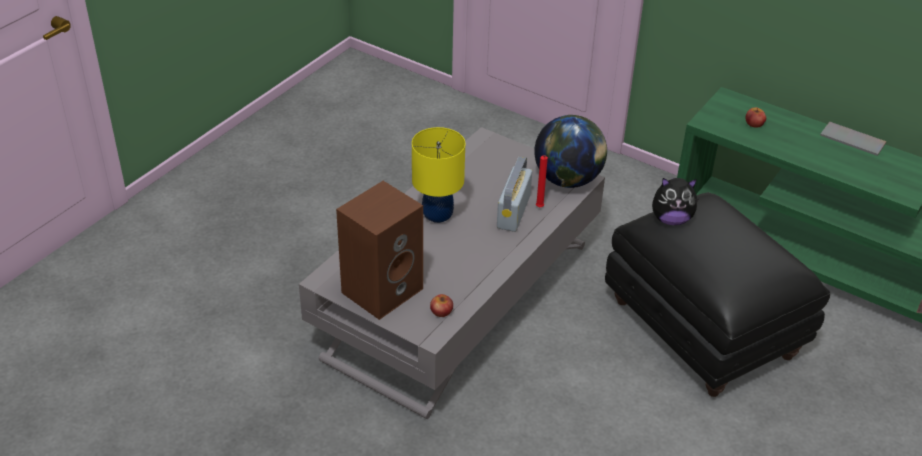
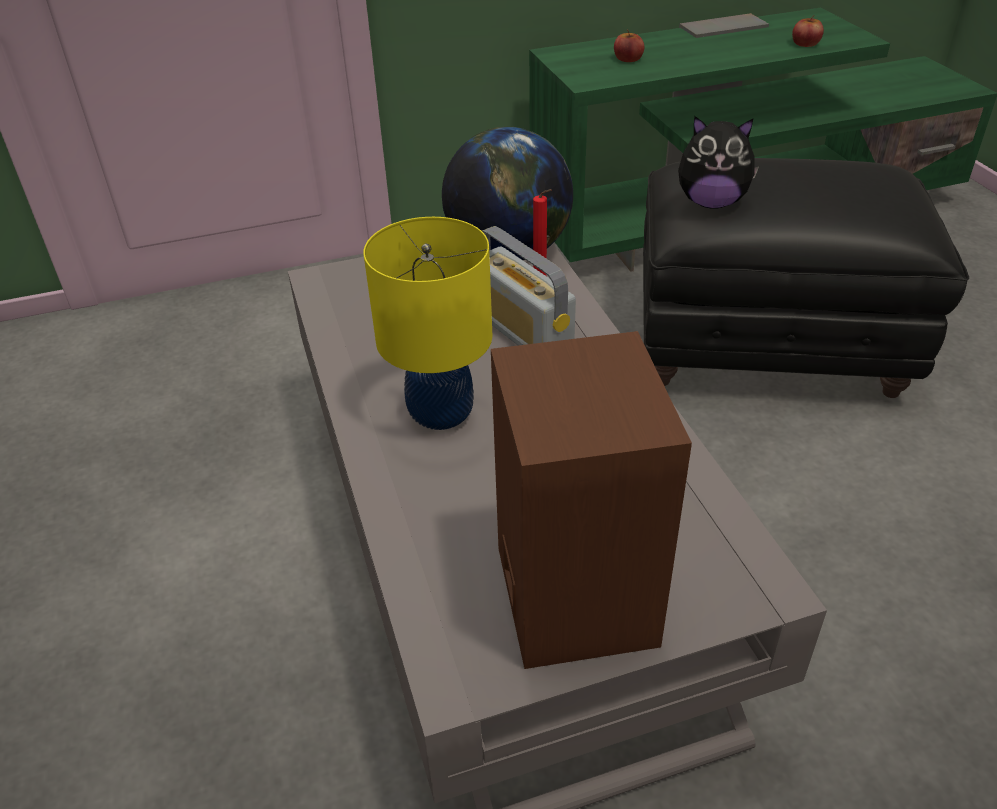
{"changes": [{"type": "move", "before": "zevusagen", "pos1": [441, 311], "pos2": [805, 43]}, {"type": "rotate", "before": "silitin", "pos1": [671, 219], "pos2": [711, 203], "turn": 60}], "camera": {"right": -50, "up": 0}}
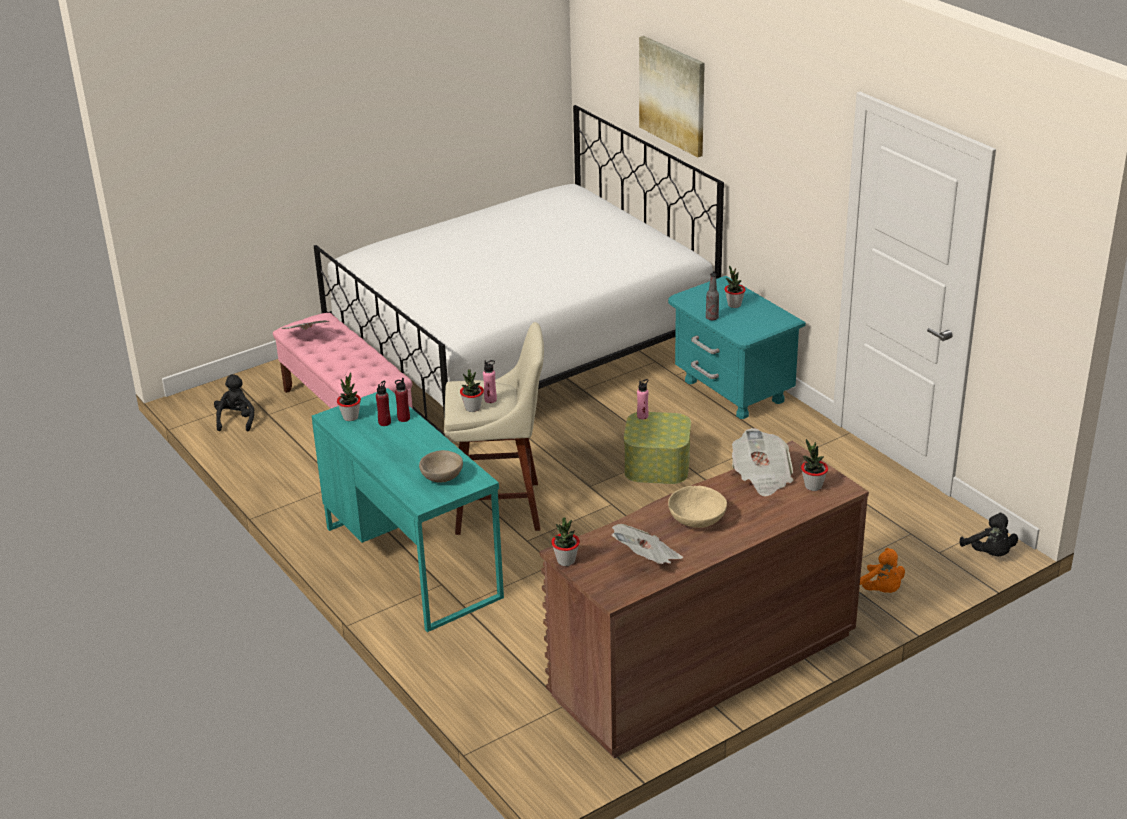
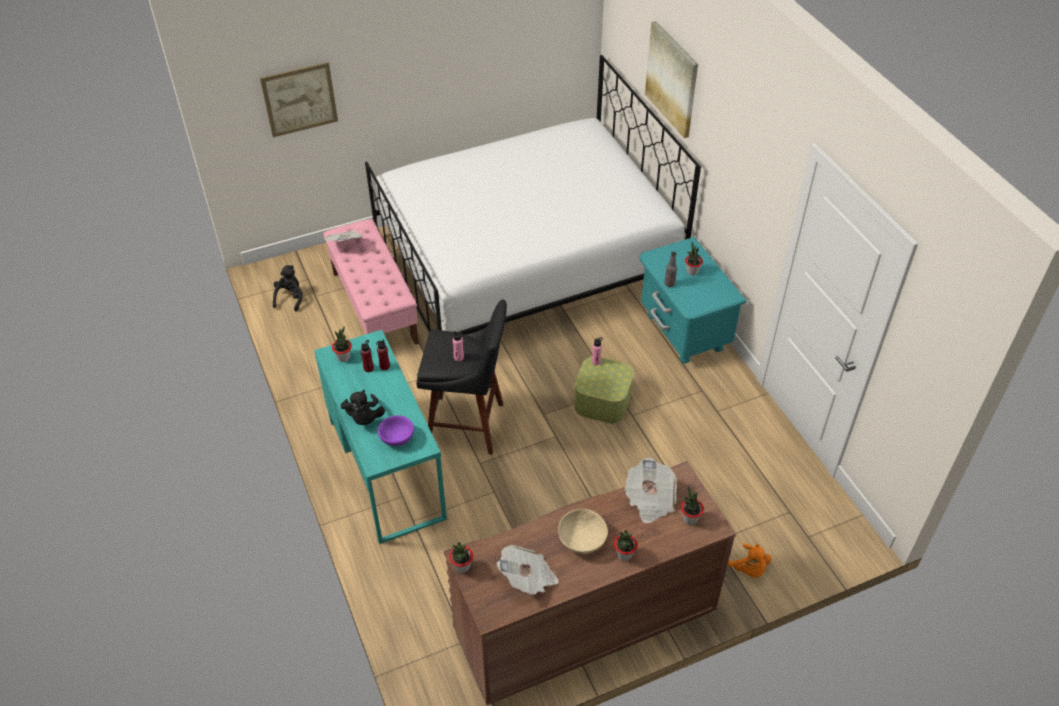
{"changes": [{"type": "recolor", "before": "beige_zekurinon", "after": "purple_zekurinon", "pos1": [442, 477], "pos2": [397, 438]}, {"type": "recolor", "before": "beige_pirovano", "after": "black_pirovano", "pos1": [500, 509], "pos2": [467, 426]}, {"type": "move", "before": "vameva", "pos1": [472, 408], "pos2": [624, 555]}, {"type": "move", "before": "black_silitin", "pos1": [989, 554], "pos2": [364, 418]}, {"type": "insert", "after": "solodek", "pos2": [299, 99]}], "camera": {"right": 10, "up": 15}}
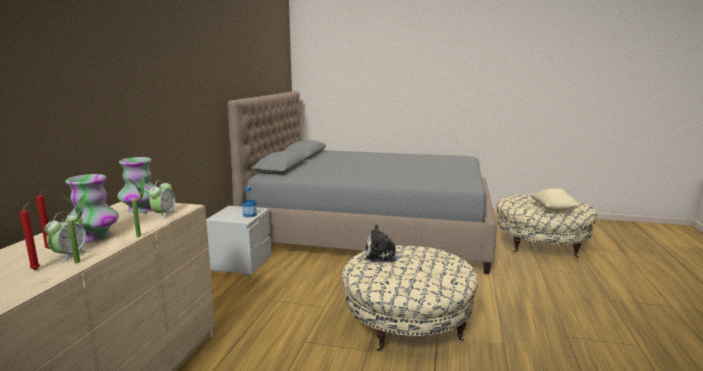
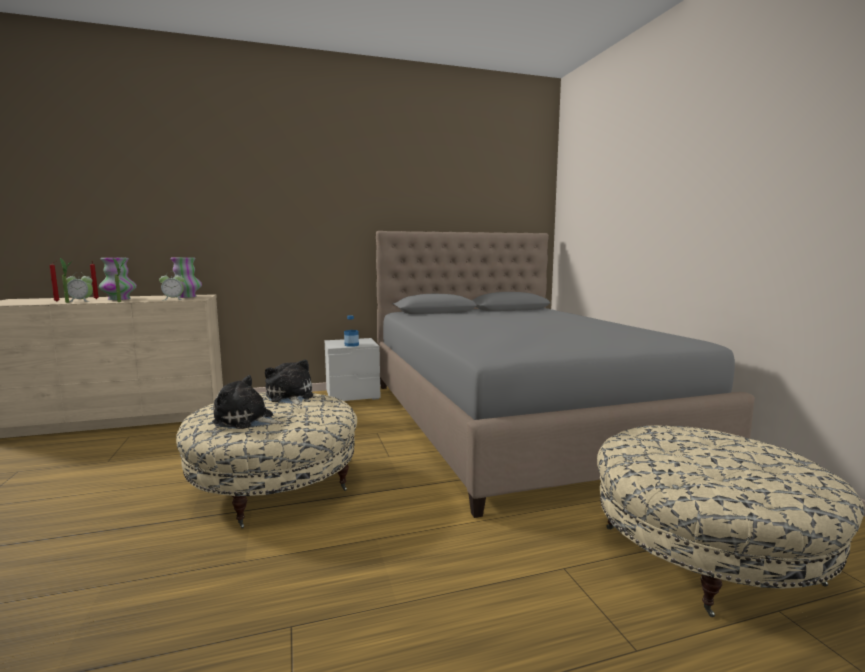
{"changes": [{"type": "delete", "before": "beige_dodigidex", "pos1": [552, 209]}, {"type": "insert", "after": "silitin", "pos2": [246, 420]}], "camera": {"right": 60, "up": -5}}
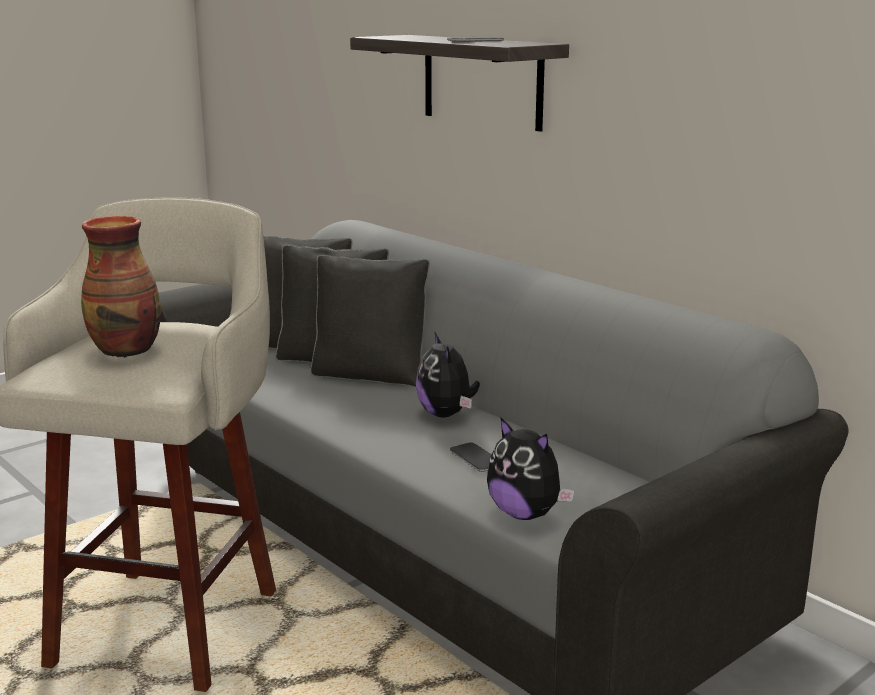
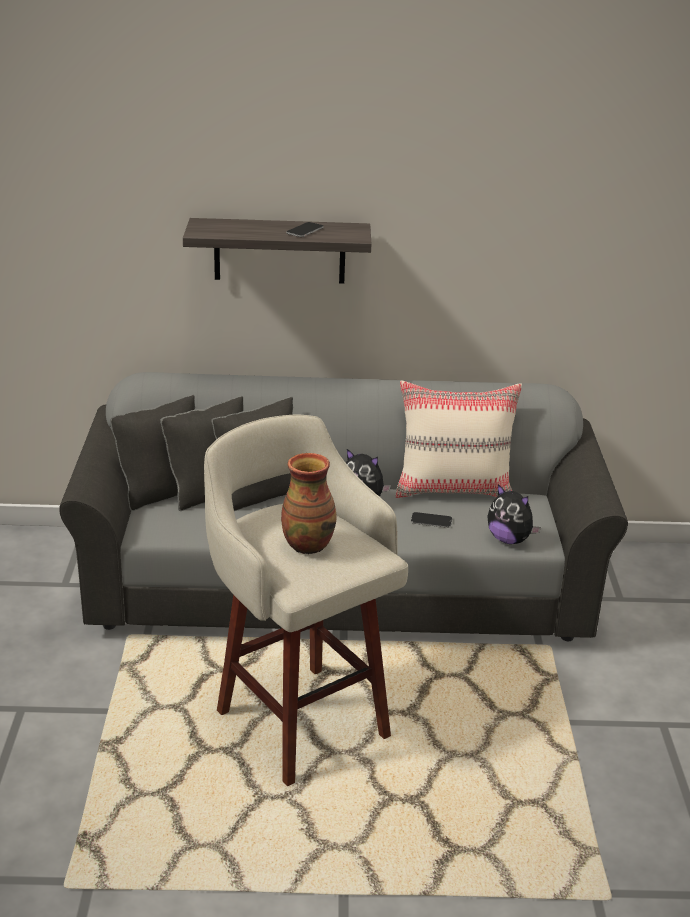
{"changes": [{"type": "rotate", "before": "silitin", "pos1": [525, 514], "pos2": [509, 539], "turn": 45}, {"type": "insert", "after": "beige_dodigidex", "pos2": [454, 489]}], "camera": {"right": -50, "up": 10}}
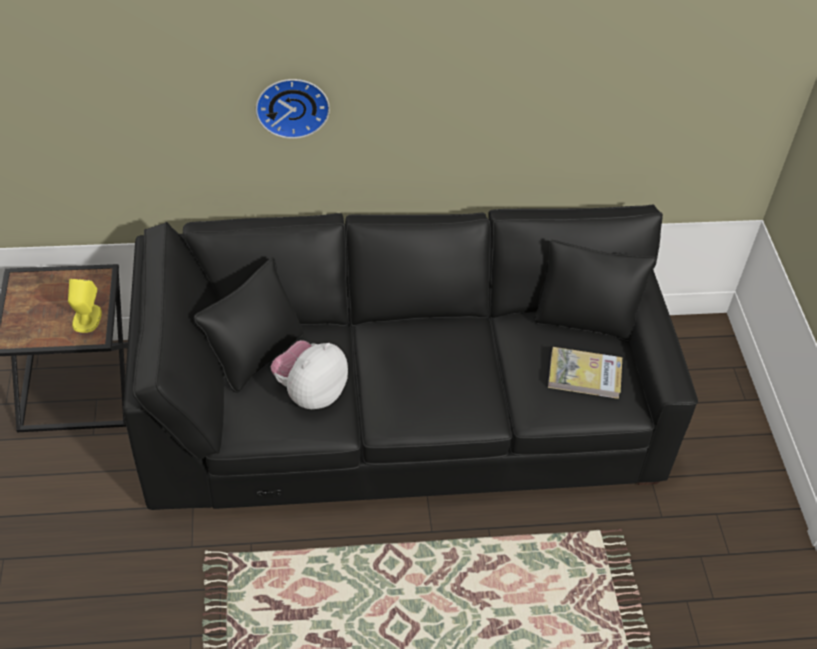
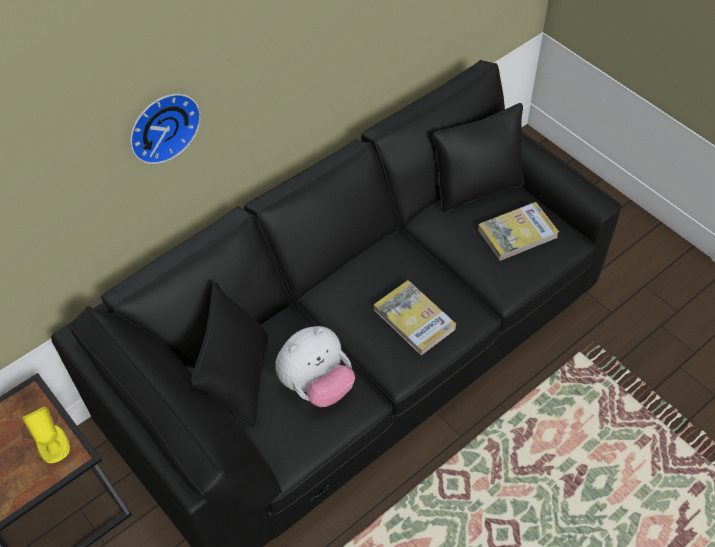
{"changes": [{"type": "rotate", "before": "silitin", "pos1": [310, 393], "pos2": [317, 385], "turn": -135}, {"type": "insert", "after": "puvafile", "pos2": [414, 319]}], "camera": {"right": -30, "up": 5}}
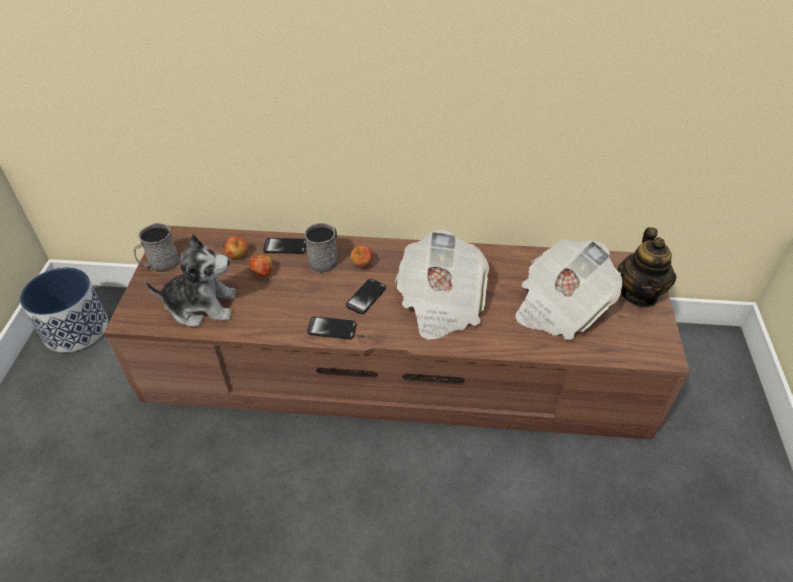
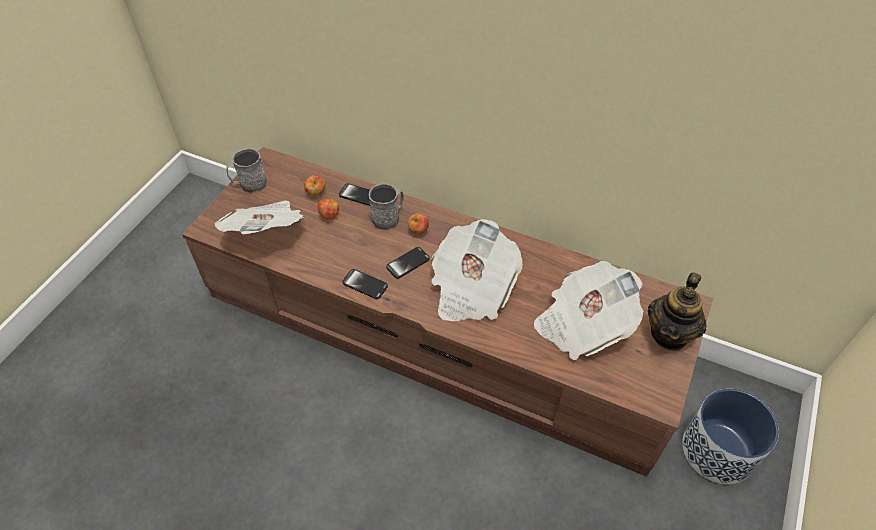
{"changes": [{"type": "move", "before": "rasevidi", "pos1": [75, 329], "pos2": [717, 450]}, {"type": "replace", "before": "silitin", "after": "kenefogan", "pos1": [201, 306], "pos2": [267, 232]}], "camera": {"right": 20, "up": 5}}
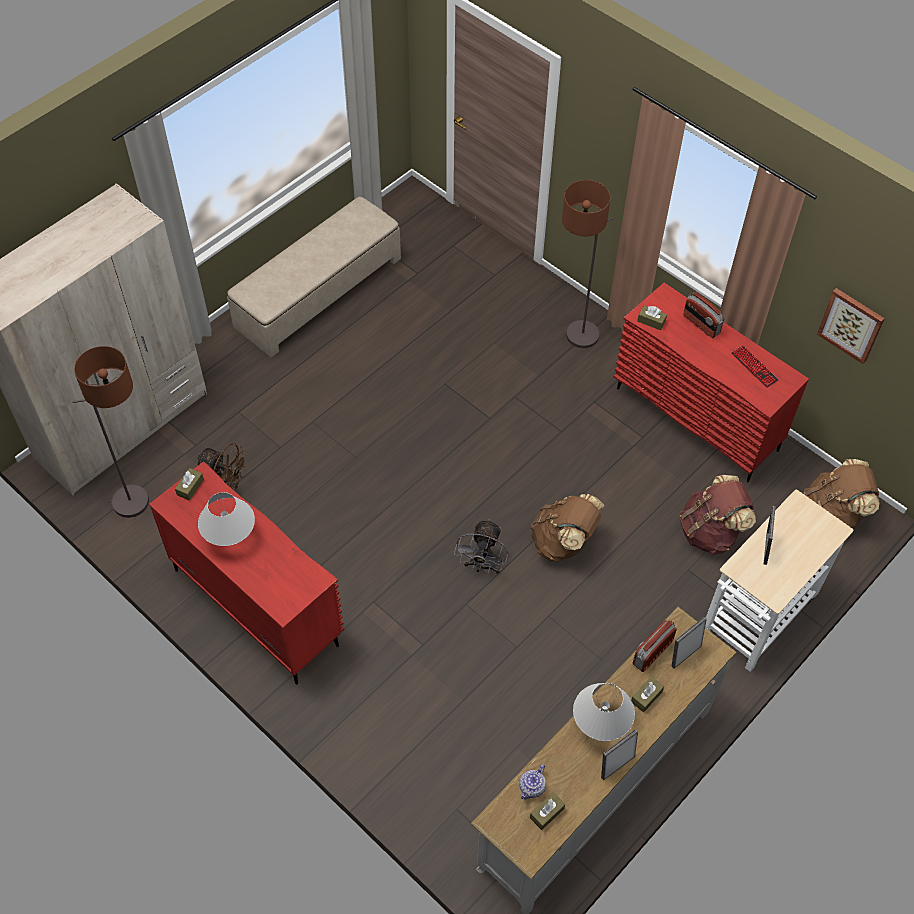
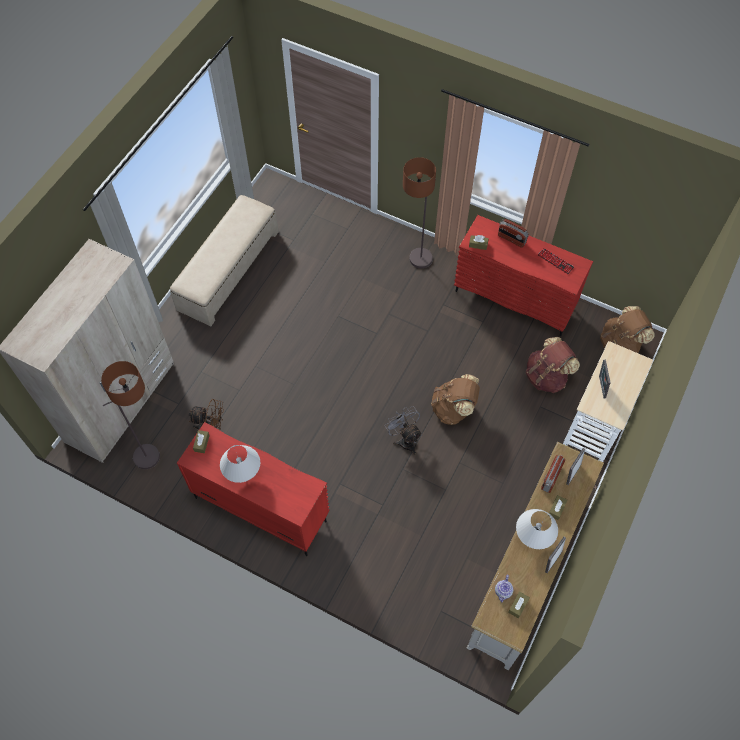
{"changes": [{"type": "rotate", "before": "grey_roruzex", "pos1": [482, 566], "pos2": [405, 439], "turn": 150}, {"type": "delete", "before": "solodek", "pos1": [851, 325]}], "camera": {"right": -15, "up": 5}}
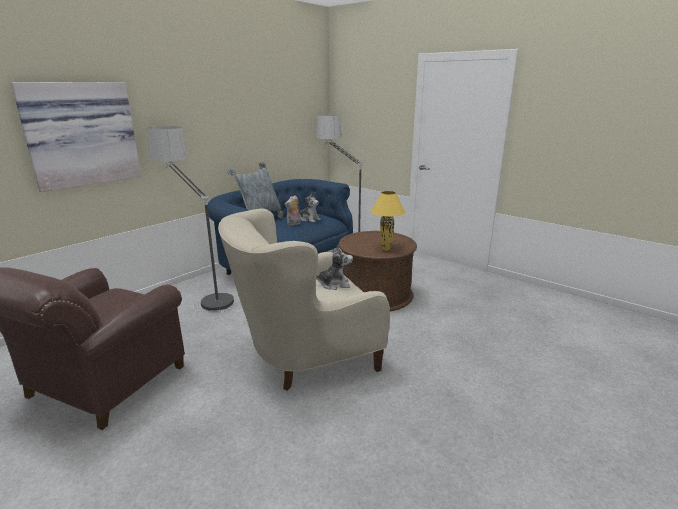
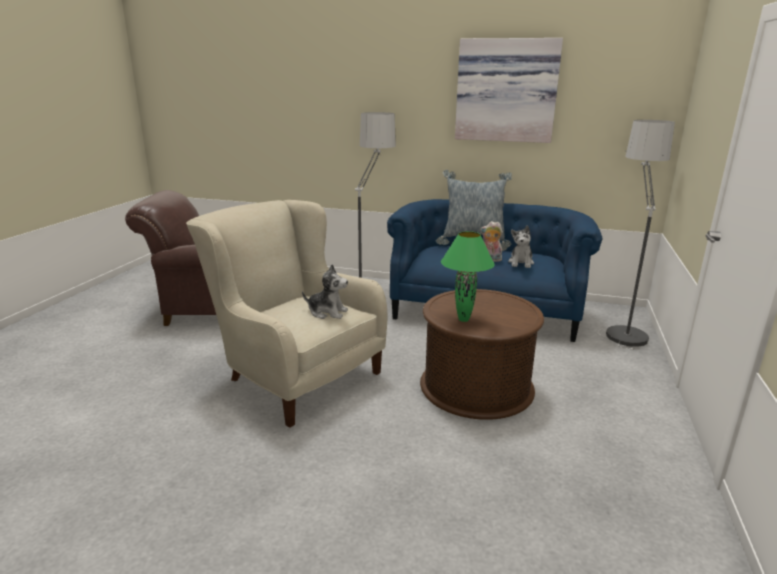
{"changes": [{"type": "move", "before": "solodek", "pos1": [81, 134], "pos2": [506, 91]}, {"type": "rotate", "before": "silitin", "pos1": [334, 284], "pos2": [327, 312], "turn": -45}, {"type": "recolor", "before": "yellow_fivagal", "after": "green_fivagal", "pos1": [386, 249], "pos2": [464, 320]}], "camera": {"right": 65, "up": 0}}
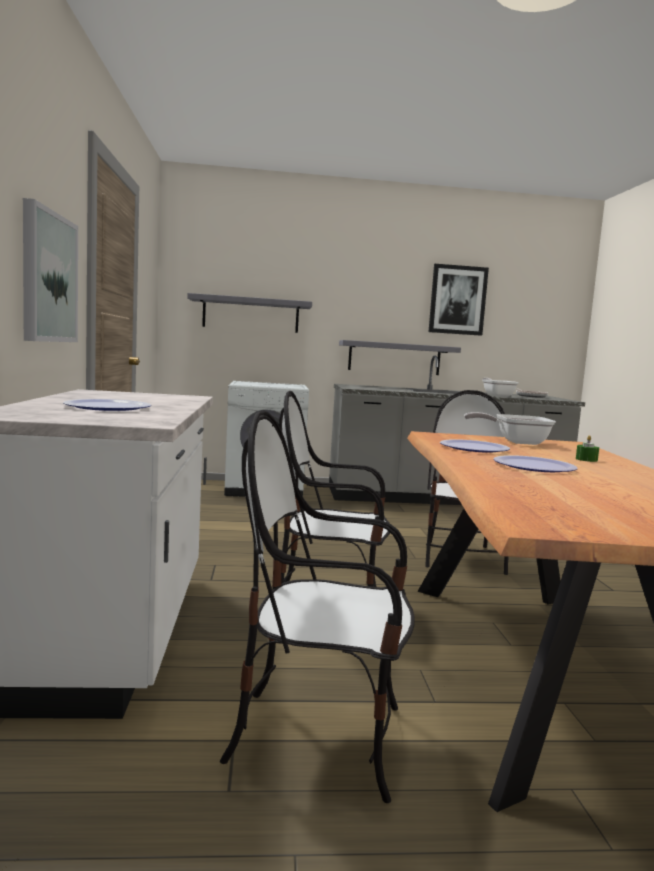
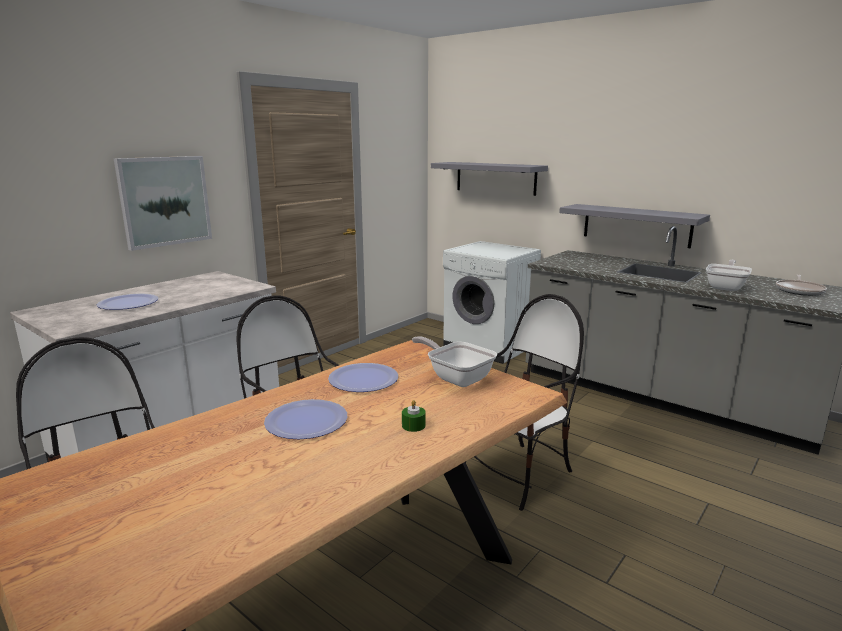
{"changes": [{"type": "delete", "before": "solodek", "pos1": [457, 300]}], "camera": {"right": 45, "up": 10}}
